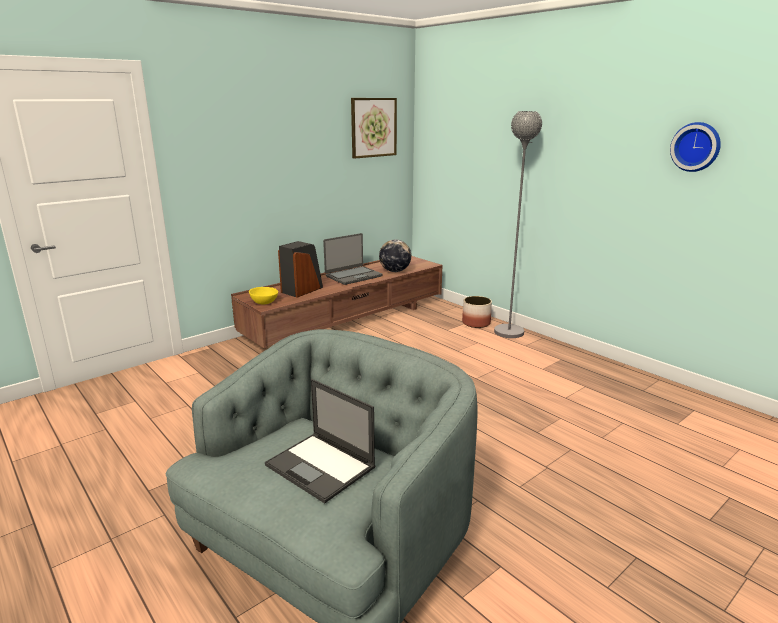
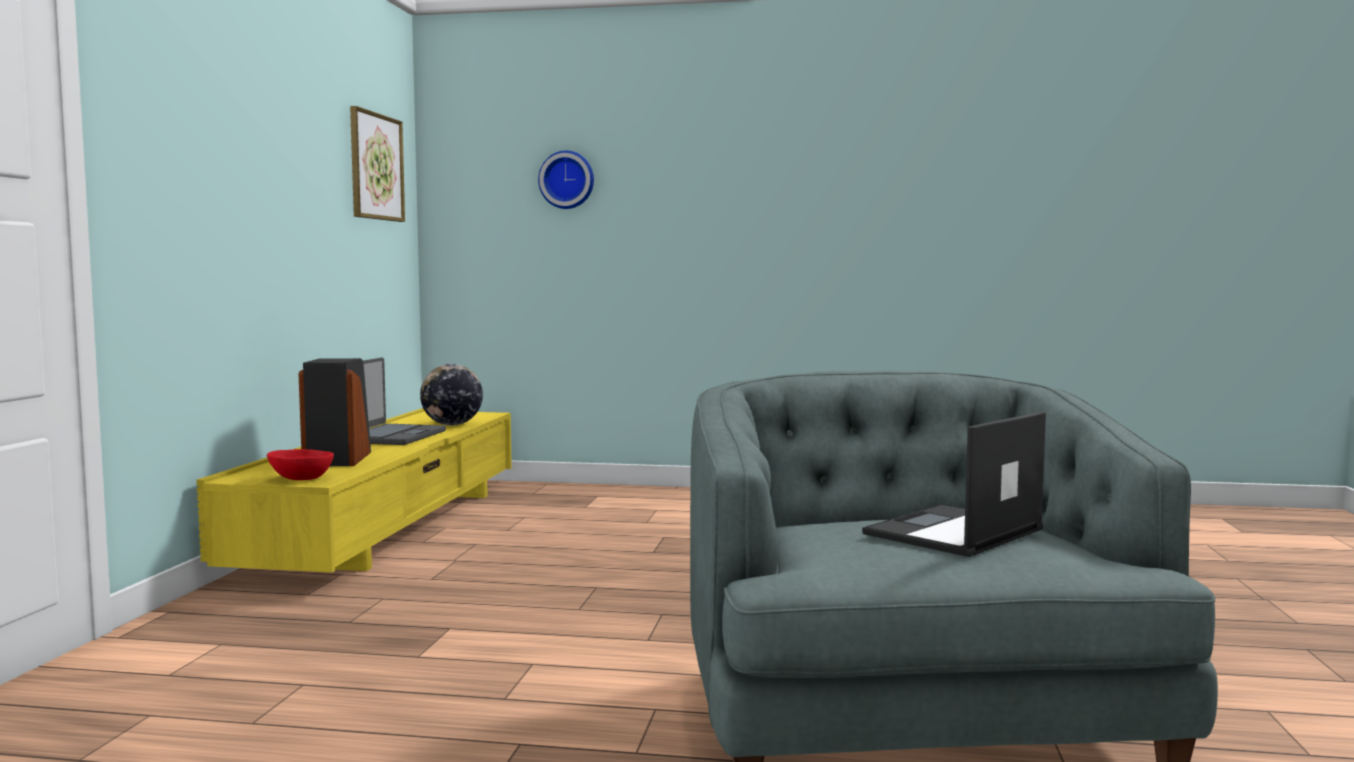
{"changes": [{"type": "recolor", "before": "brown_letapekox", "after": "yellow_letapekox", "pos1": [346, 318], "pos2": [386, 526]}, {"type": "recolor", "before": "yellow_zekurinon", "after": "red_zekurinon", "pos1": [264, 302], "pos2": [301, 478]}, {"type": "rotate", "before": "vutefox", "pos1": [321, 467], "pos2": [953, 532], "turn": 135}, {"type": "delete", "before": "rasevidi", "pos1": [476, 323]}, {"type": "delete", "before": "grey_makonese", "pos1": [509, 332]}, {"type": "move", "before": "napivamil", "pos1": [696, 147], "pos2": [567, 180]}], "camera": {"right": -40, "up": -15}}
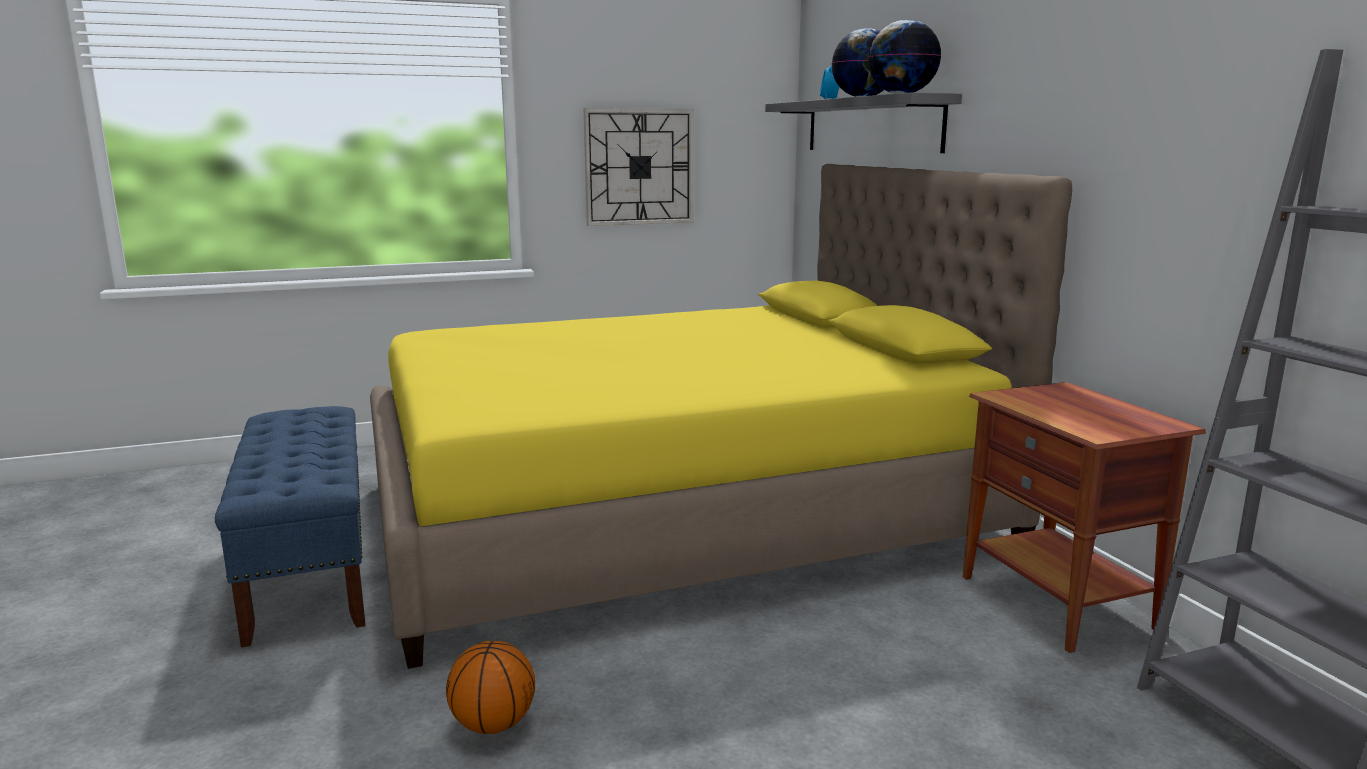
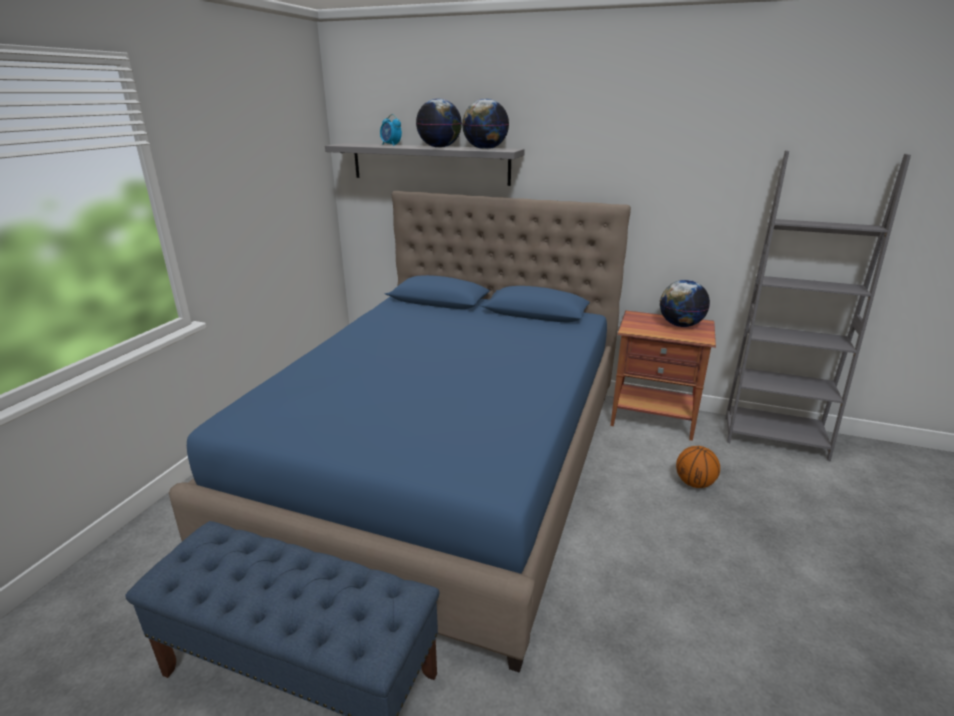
{"changes": [{"type": "recolor", "before": "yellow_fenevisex", "after": "blue_fenevisex", "pos1": [679, 513], "pos2": [445, 463]}, {"type": "move", "before": "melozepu", "pos1": [493, 724], "pos2": [694, 483]}, {"type": "delete", "before": "napivamil", "pos1": [639, 167]}, {"type": "insert", "after": "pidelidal", "pos2": [680, 325]}], "camera": {"right": -50, "up": 10}}
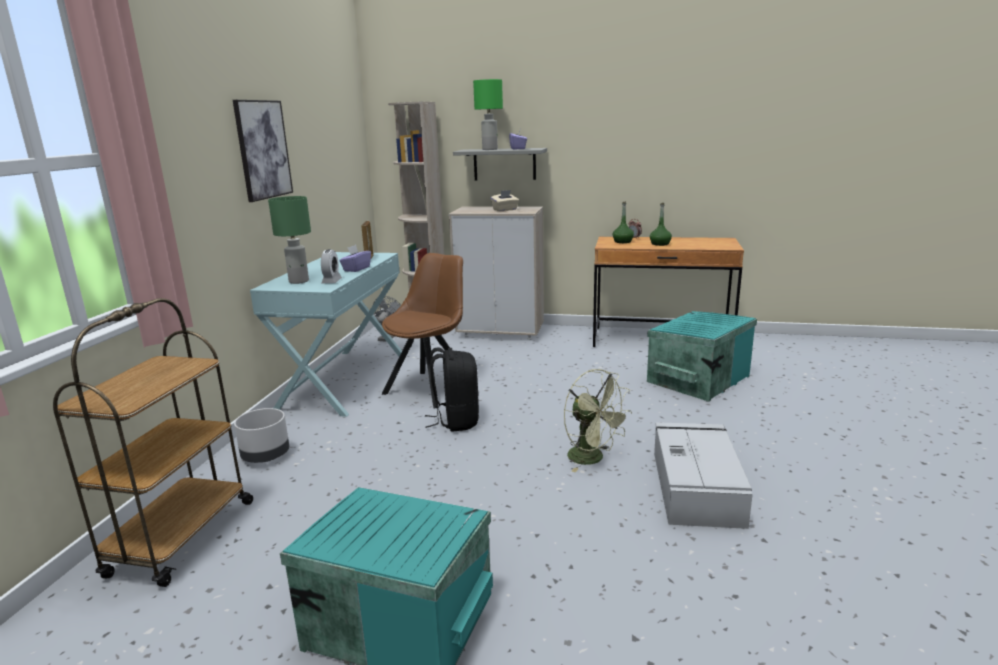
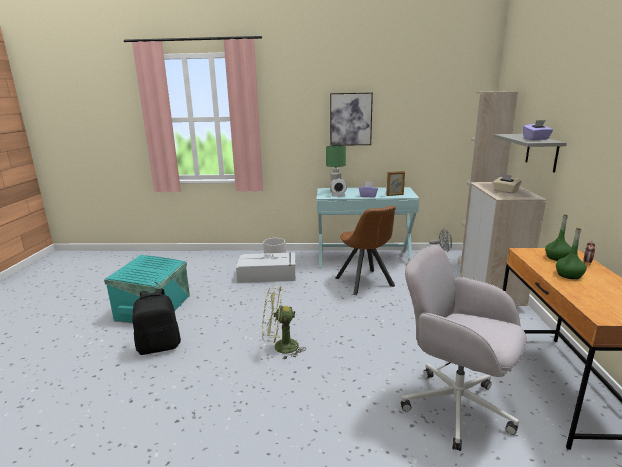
{"changes": [{"type": "delete", "before": "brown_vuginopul", "pos1": [180, 539]}, {"type": "rotate", "before": "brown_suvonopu", "pos1": [430, 388], "pos2": [365, 282], "turn": 45}, {"type": "move", "before": "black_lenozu", "pos1": [456, 421], "pos2": [159, 346]}, {"type": "delete", "before": "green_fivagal", "pos1": [489, 149]}, {"type": "rotate", "before": "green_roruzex", "pos1": [592, 459], "pos2": [280, 347], "turn": 45}, {"type": "replace", "before": "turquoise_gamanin", "after": "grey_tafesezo", "pos1": [696, 379], "pos2": [454, 407]}, {"type": "move", "before": "grey_gamanin", "pos1": [696, 486], "pos2": [268, 275]}], "camera": {"right": 80, "up": 0}}
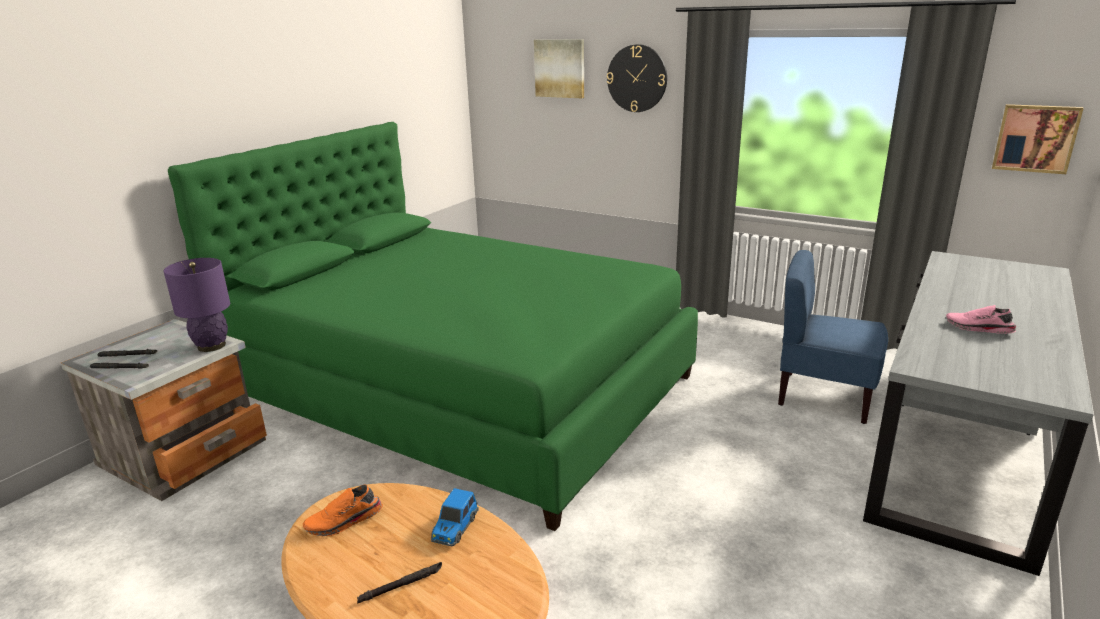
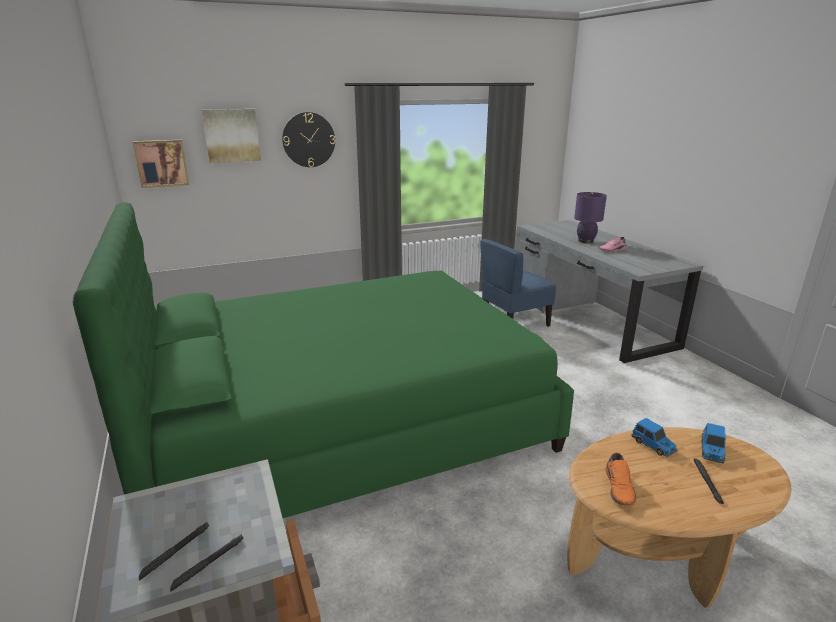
{"changes": [{"type": "move", "before": "purple_fivagal", "pos1": [211, 346], "pos2": [585, 241]}, {"type": "move", "before": "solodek", "pos1": [1035, 138], "pos2": [161, 163]}, {"type": "insert", "after": "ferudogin", "pos2": [712, 451]}], "camera": {"right": -55, "up": 0}}
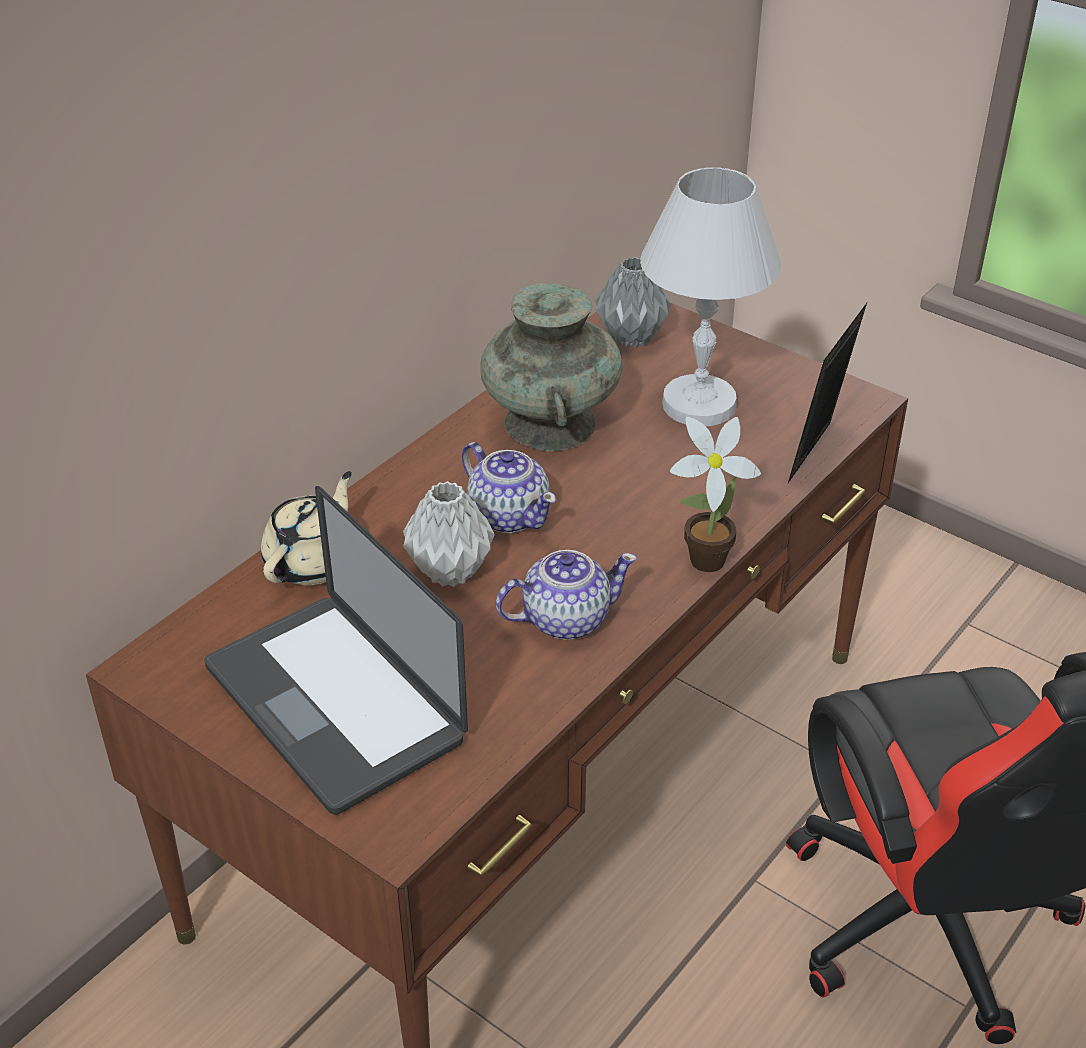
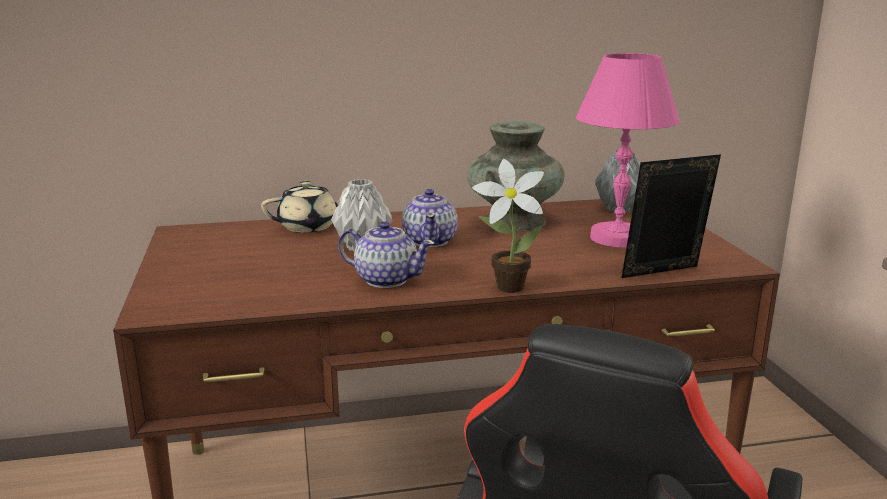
{"changes": [{"type": "delete", "before": "vutefox", "pos1": [333, 704]}, {"type": "recolor", "before": "white_fivagal", "after": "pink_fivagal", "pos1": [698, 404], "pos2": [617, 237]}], "camera": {"right": 40, "up": -20}}
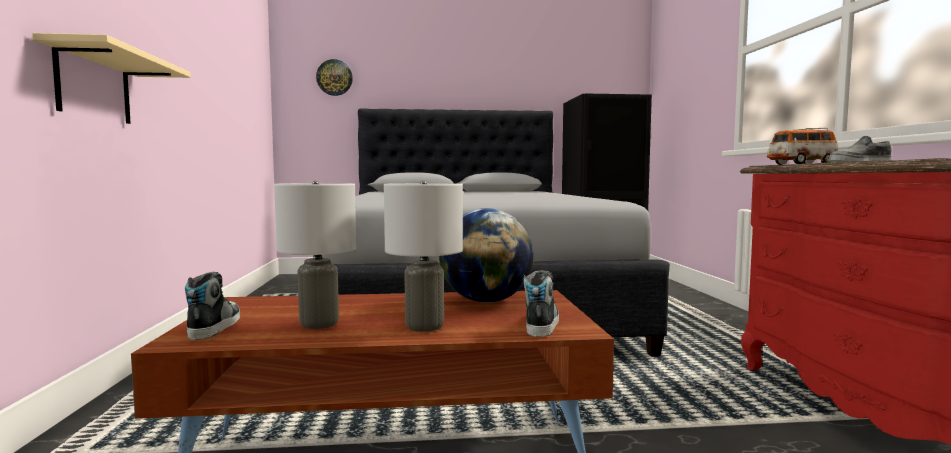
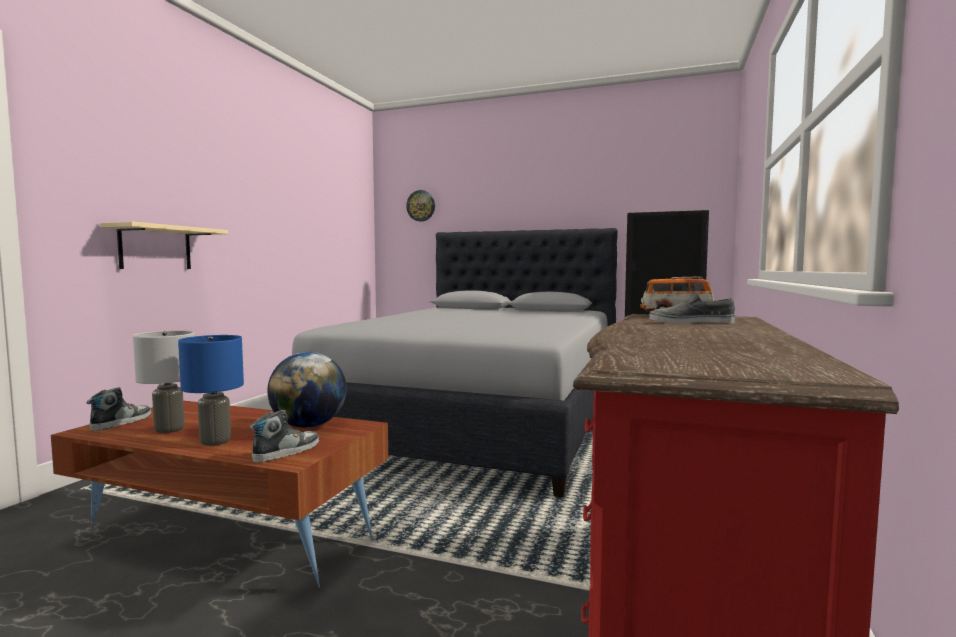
{"changes": [{"type": "recolor", "before": "white_fivagal", "after": "blue_fivagal", "pos1": [427, 327], "pos2": [216, 442]}], "camera": {"right": 25, "up": 0}}
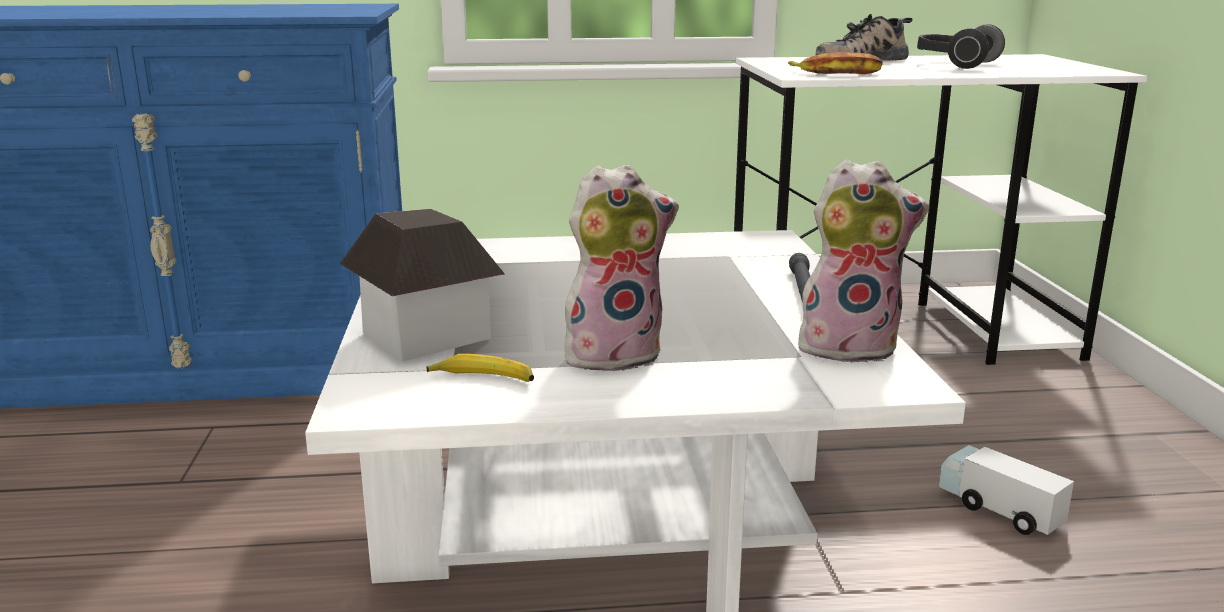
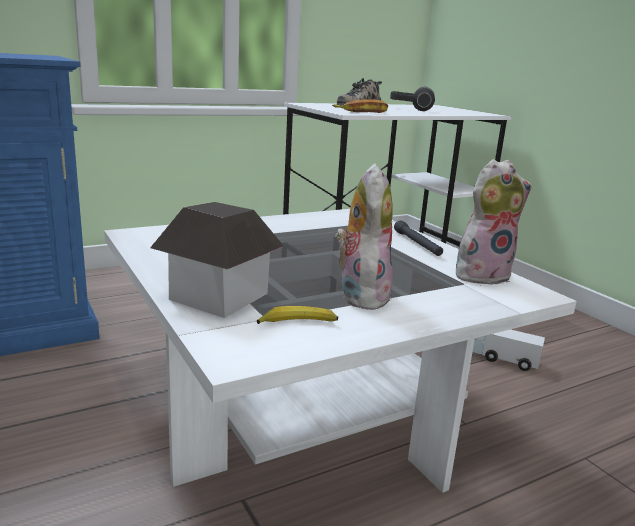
{"changes": [{"type": "rotate", "before": "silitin", "pos1": [614, 354], "pos2": [360, 295], "turn": -45}], "camera": {"right": -25, "up": 0}}
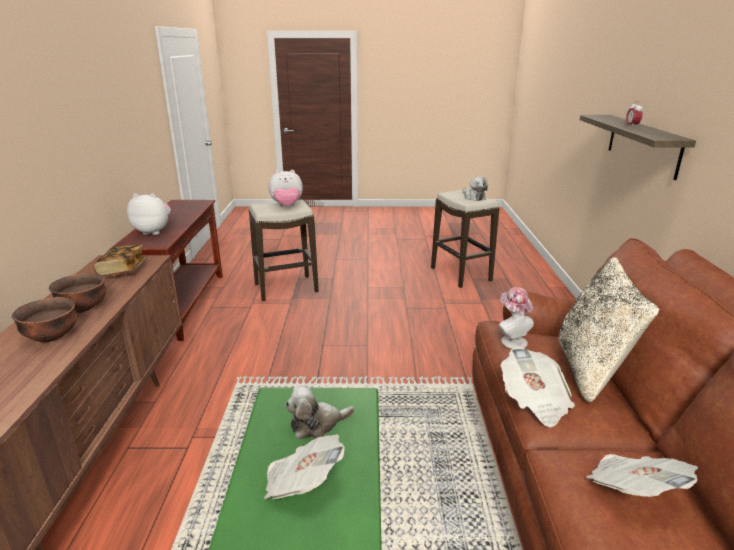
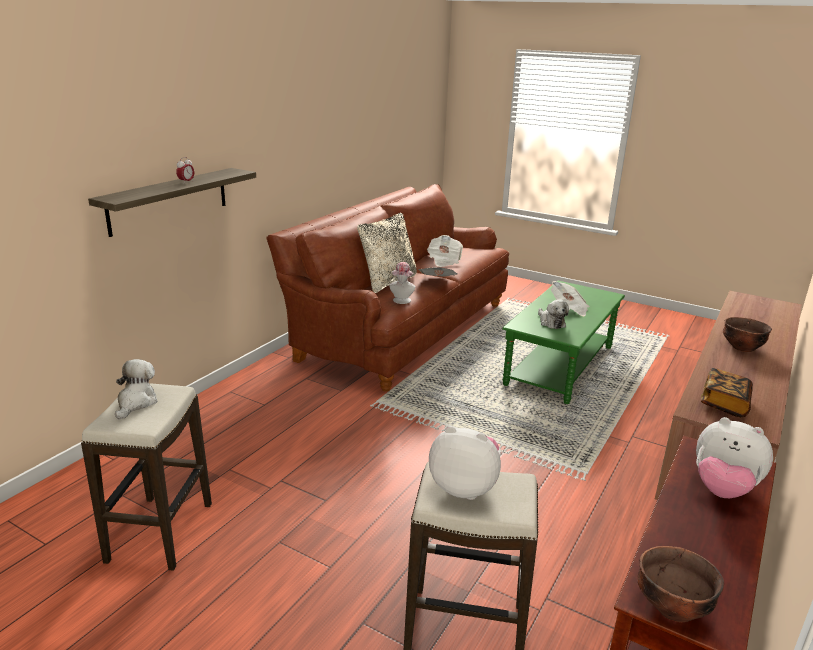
{"changes": [{"type": "move", "before": "brown_zekurinon", "pos1": [84, 308], "pos2": [672, 607]}, {"type": "rotate", "before": "silitin", "pos1": [317, 424], "pos2": [551, 322], "turn": 60}], "camera": {"right": -150, "up": 0}}
